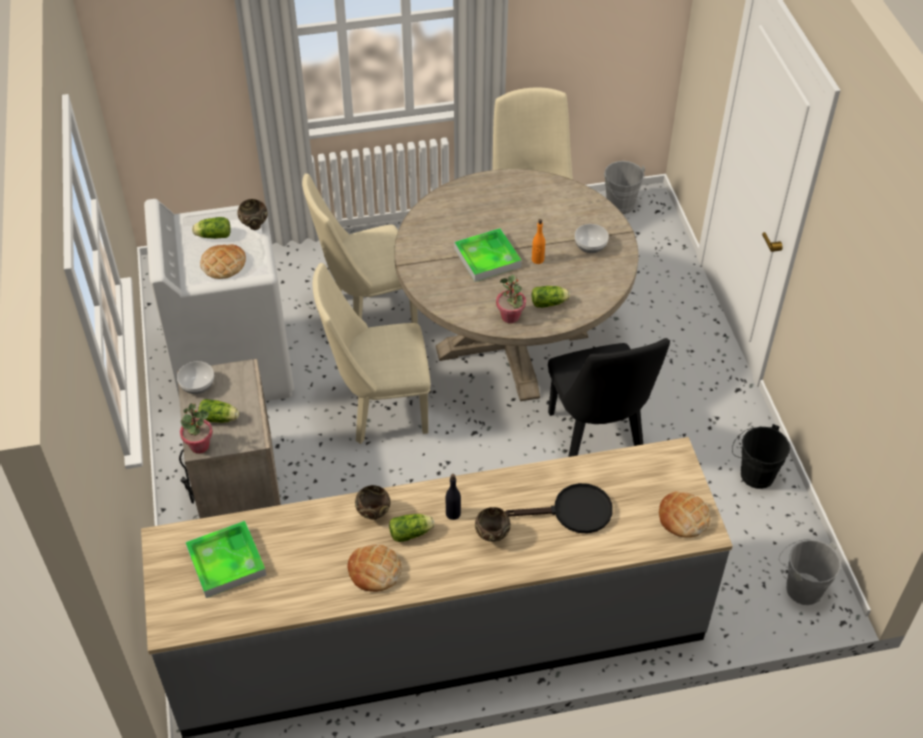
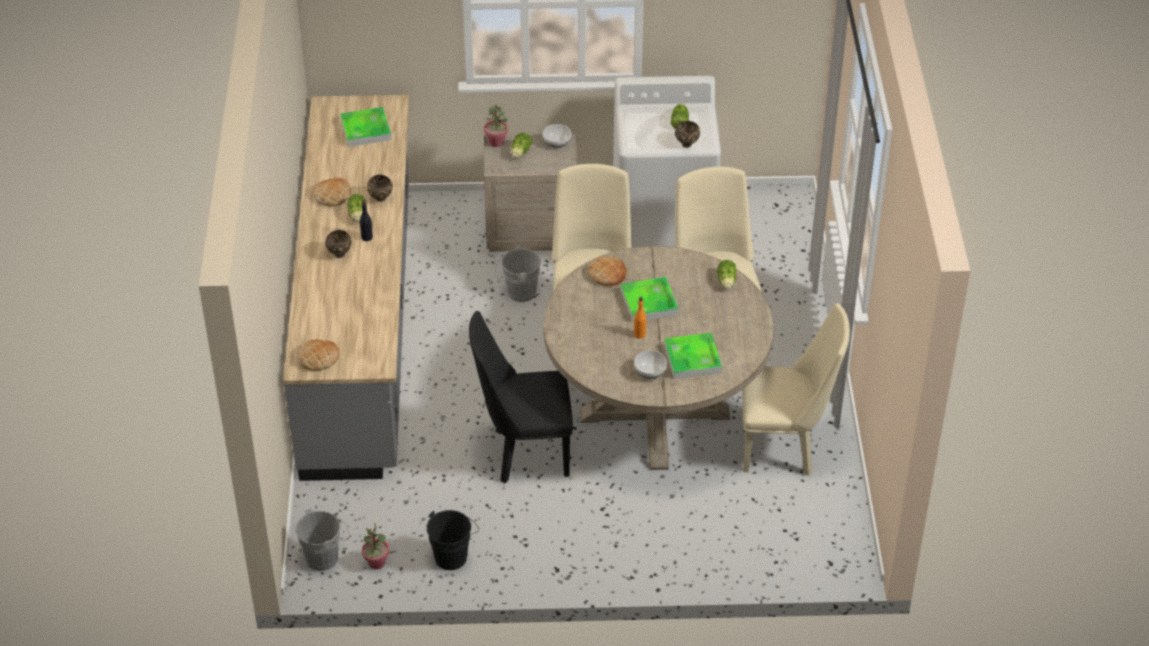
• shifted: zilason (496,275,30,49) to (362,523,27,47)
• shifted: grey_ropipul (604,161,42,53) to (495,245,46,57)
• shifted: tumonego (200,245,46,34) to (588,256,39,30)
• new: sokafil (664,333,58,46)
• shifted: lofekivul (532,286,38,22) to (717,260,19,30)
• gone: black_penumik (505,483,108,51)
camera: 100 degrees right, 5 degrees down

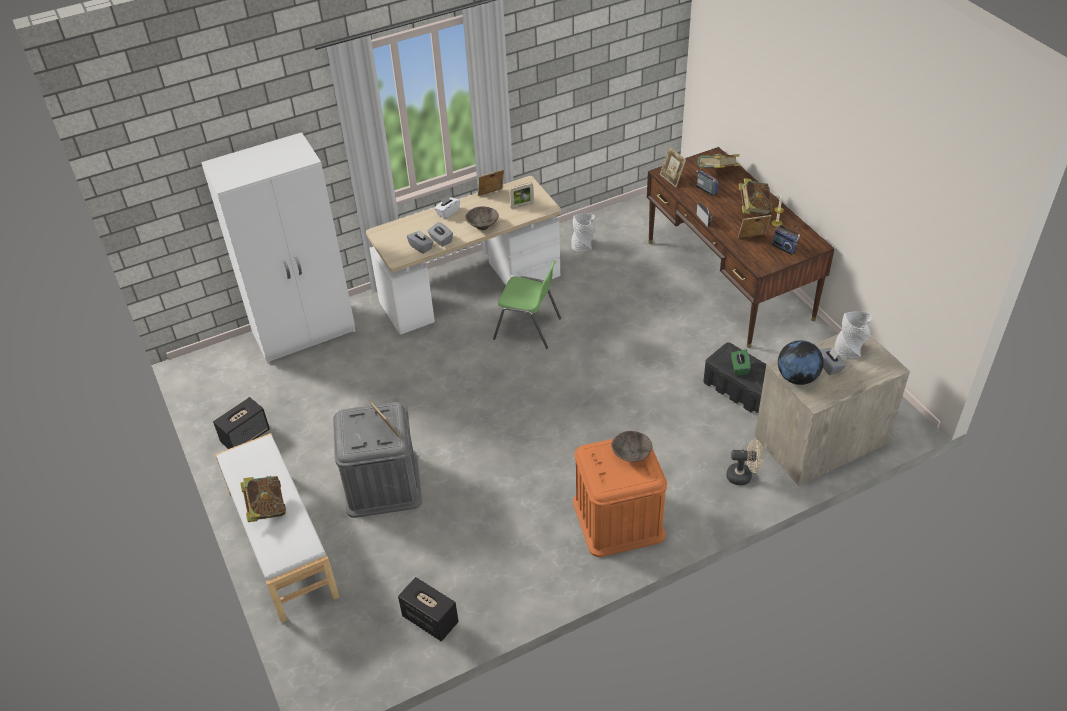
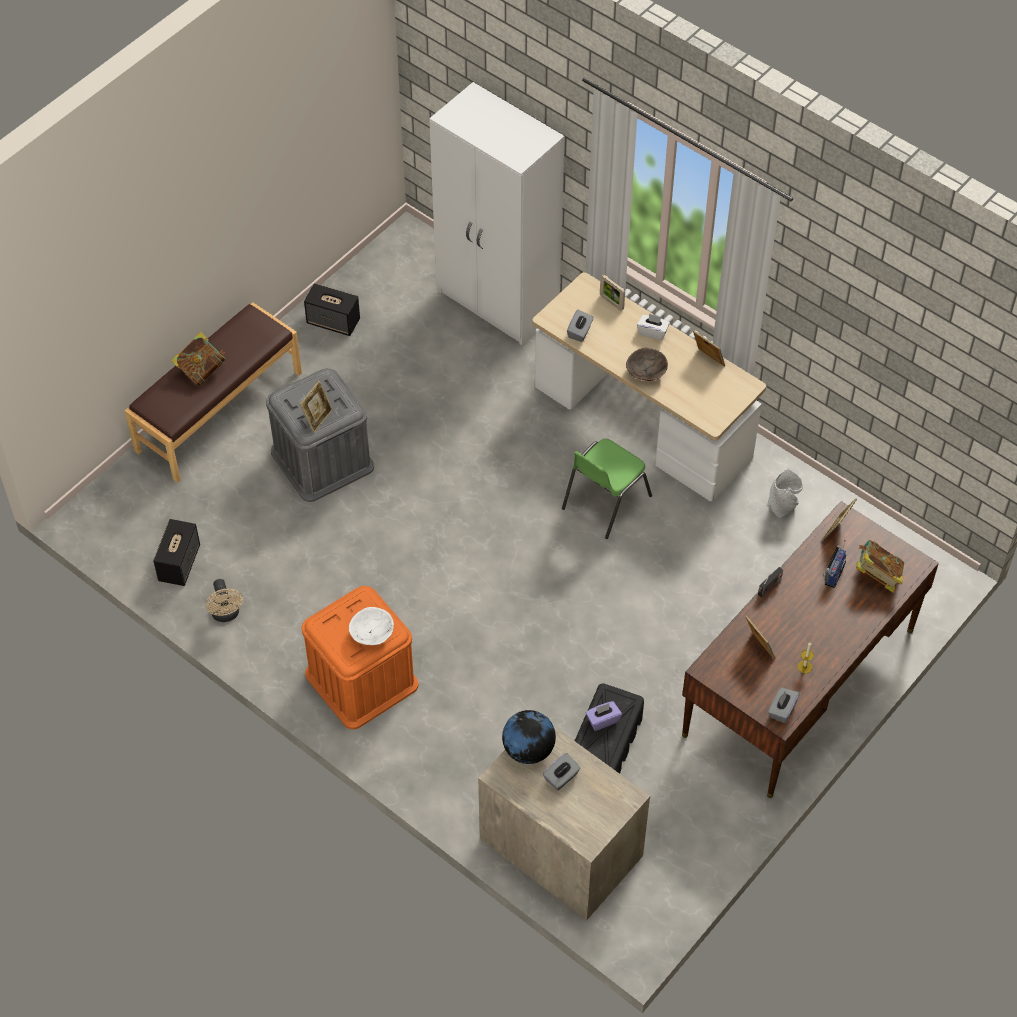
• repainted: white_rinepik (215,433,125,190) to brown_rinepik (125,302,177,181)
• shifted: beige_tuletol (726,439,37,46) to (205,579,38,43)
• repainted: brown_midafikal (611,431,41,31) to white_midafikal (349,607,45,38)
• rotated: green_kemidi (493,261,68,88) = (562,438,90,101) 45 degrees clockwise
• repainted: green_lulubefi (731,349,20,26) to purple_lulubefi (585,701,37,30)
• shifted: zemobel (509,183,25,26) to (600,274,25,37)
• shifted: grey_lulubefi (428,222,25,25) to (768,687,32,36)
• gone: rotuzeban (739,178,34,38)
• gone: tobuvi (771,224,29,31)
• gone: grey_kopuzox (834,311,38,47)
camera: 65 degrees right, 10 degrees up

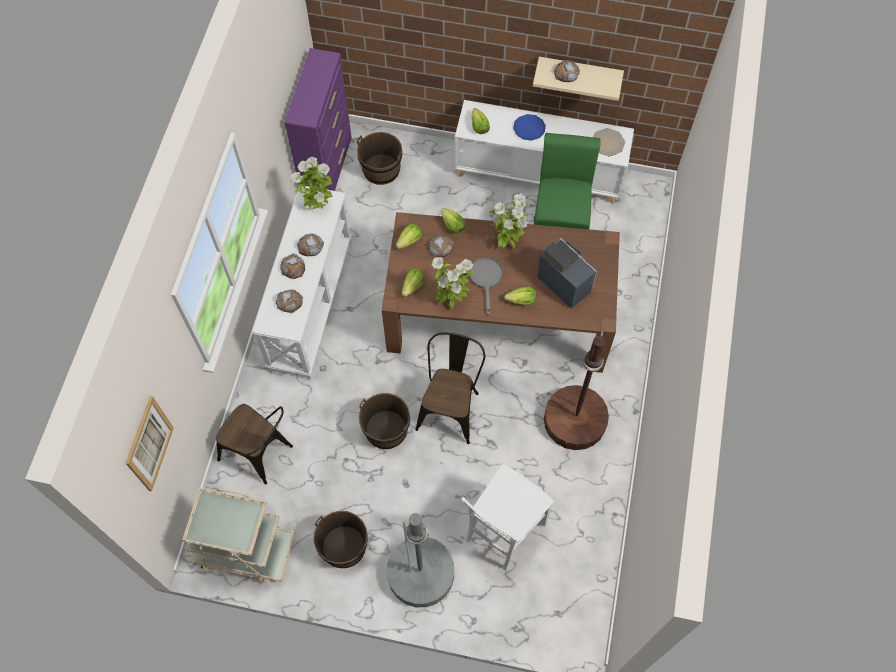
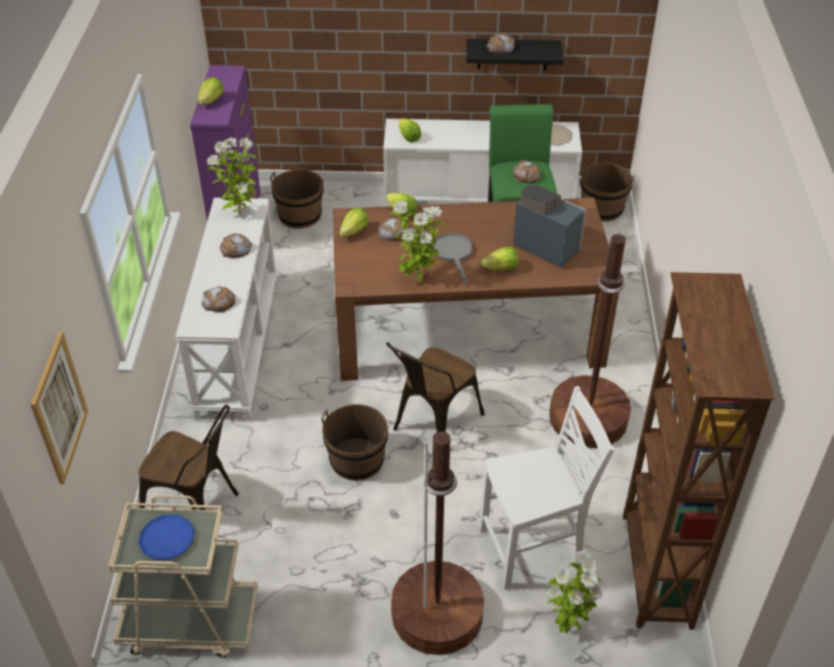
• shifted: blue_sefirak (513,114,33,27) to (138,515,57,45)
• shifted: lofekivul (401,268,24,29) to (198,77,26,28)
• rotated: brown_kemidi (415,333,70,111) = (386,342,99,90) 150 degrees counterclockwise
• repainted: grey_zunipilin (387,513,67,94) to brown_zunipilin (391,431,93,224)
• repainted: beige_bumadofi (533,57,91,44) to black_bumadofi (466,39,98,31)
• rotated: white_kemidi (461,464,93,106) = (479,386,135,203) 135 degrees counterclockwise
• shifted: tumonego (280,254,25,25) to (513,160,27,23)
• shifted: zilason (489,194,39,54) to (547,550,56,83)
• shifted: brown_ropipul (314,511,54,57) to (580,163,55,59)
• new: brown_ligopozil (623,272,152,358)
camera: 10 degrees left, 20 degrees down

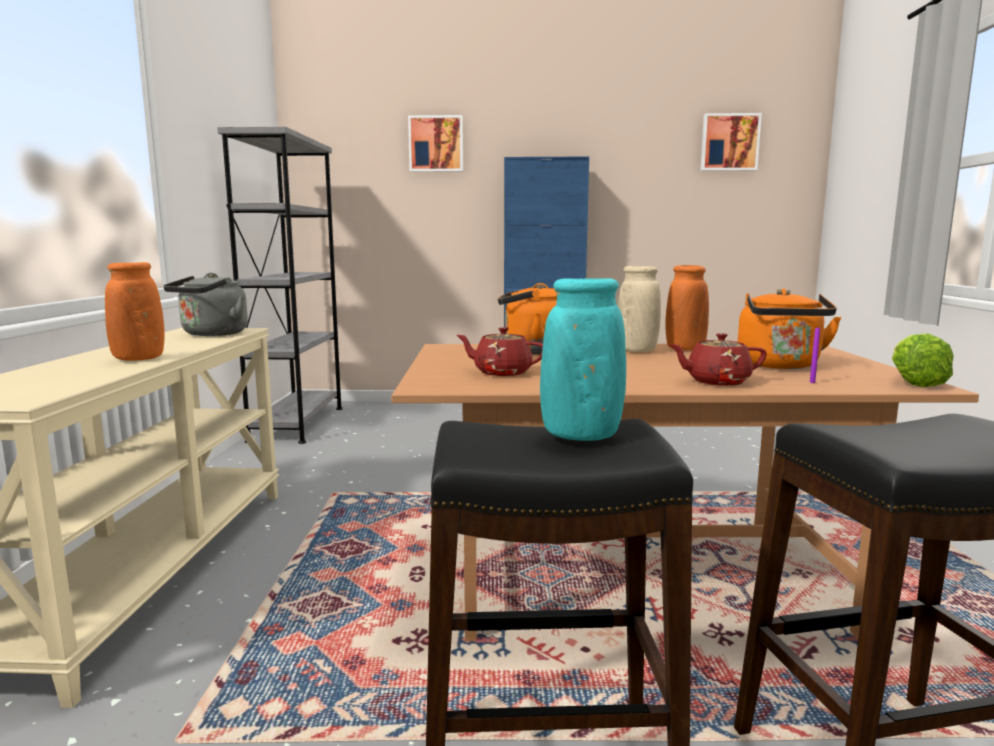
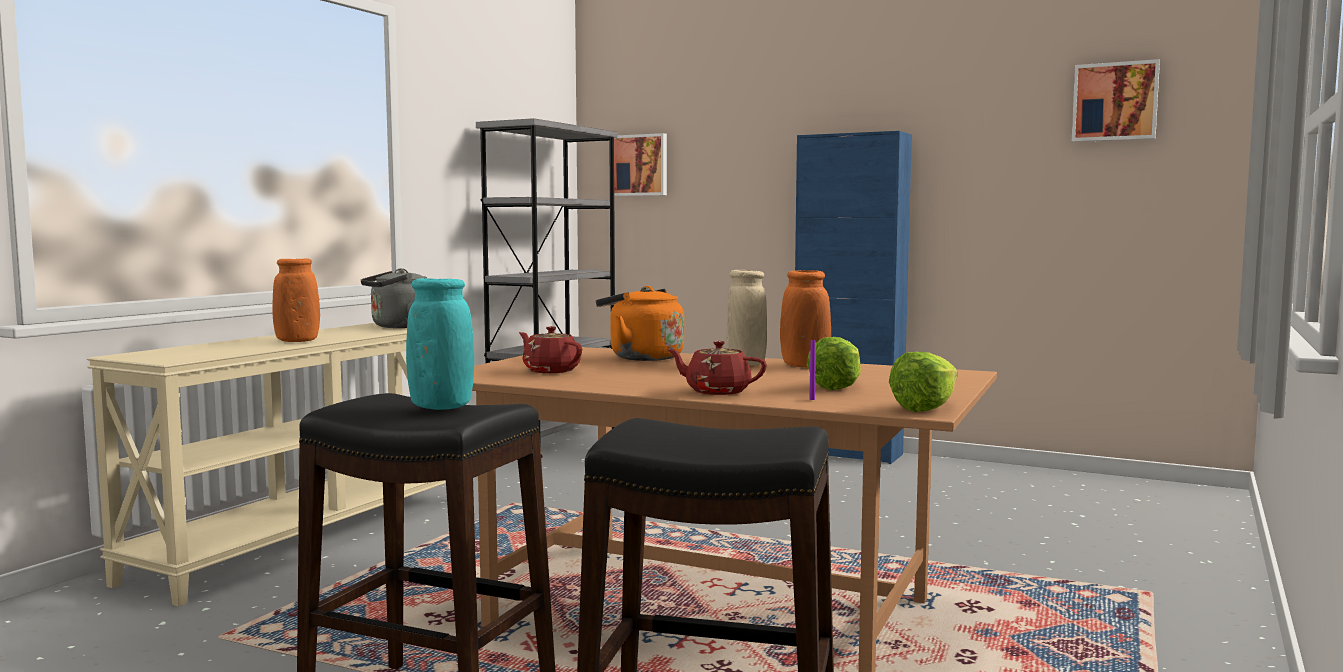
• shifted: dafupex (408,115,55,57) to (614,133,53,63)
• swapped: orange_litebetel (738,289,104,80) to lofekivul (806,337,55,53)
camera: 25 degrees right, 5 degrees down

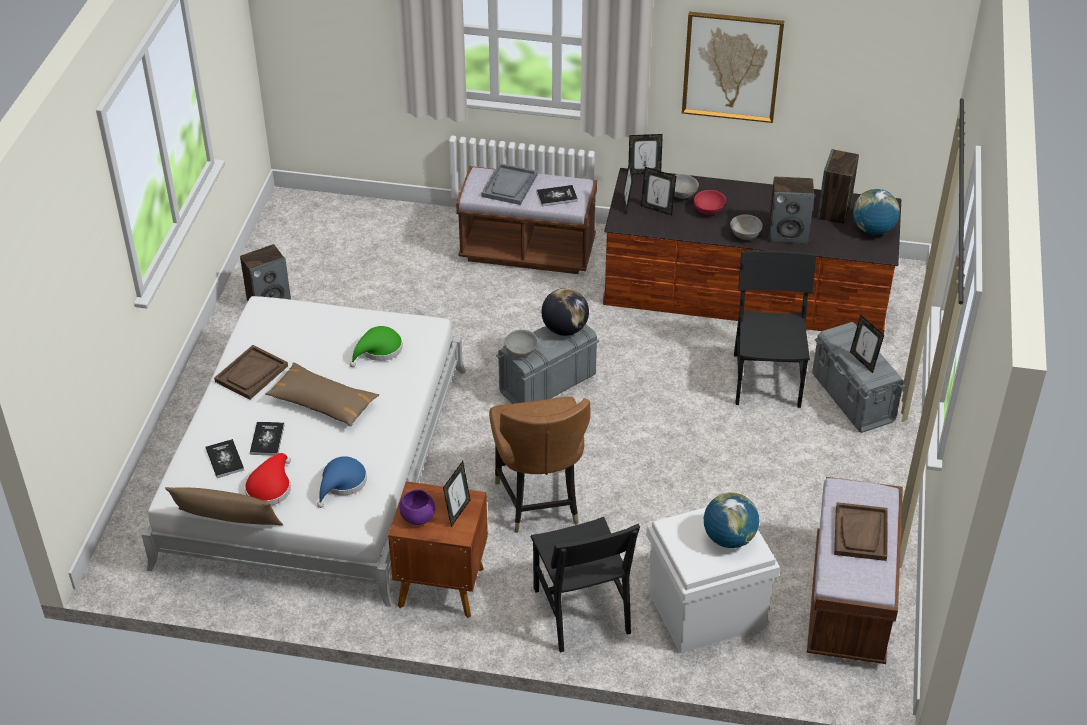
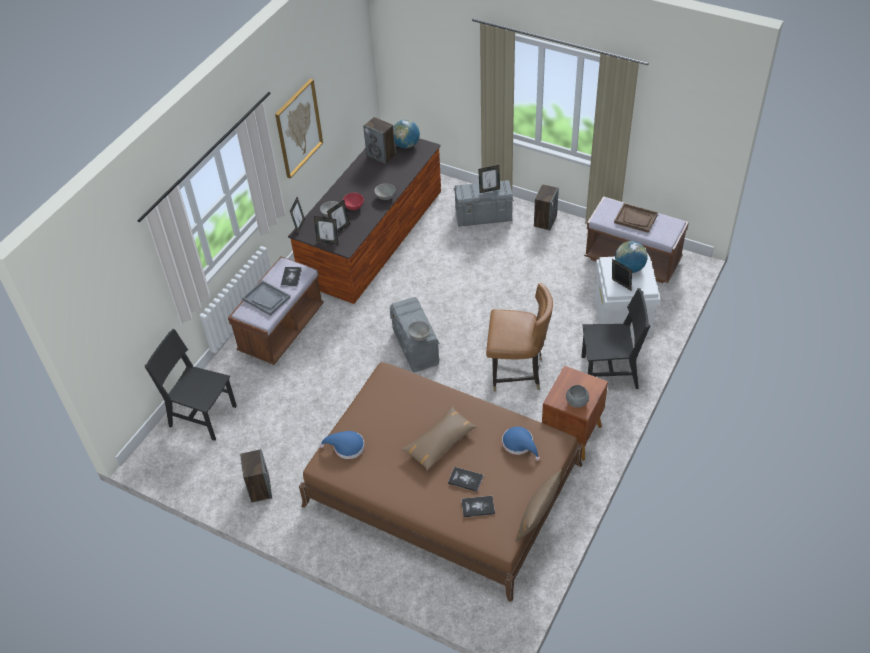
• shifted: black_kemidi (734,250,82,158) to (145,329,92,112)
• repainted: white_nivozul (142,296,324,311) to brown_nivozul (299,362,284,240)
• new: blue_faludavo (319,431,46,28)
• shifted: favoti (769,177,46,67) to (534,184,25,47)
• repainted: purple_midafikal (400,489,35,36) to grey_midafikal (566,385,23,23)
• shifted: zemobel (443,461,28,66) to (612,259,20,31)
• gone: brown_sokafil (214,345,74,55)
• gone: red_faludavo (245,453,46,53)
• gone: green_faludavo (350,326,53,41)
• gone: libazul (541,288,48,48)
camera: 70 degrees left, 5 degrees up

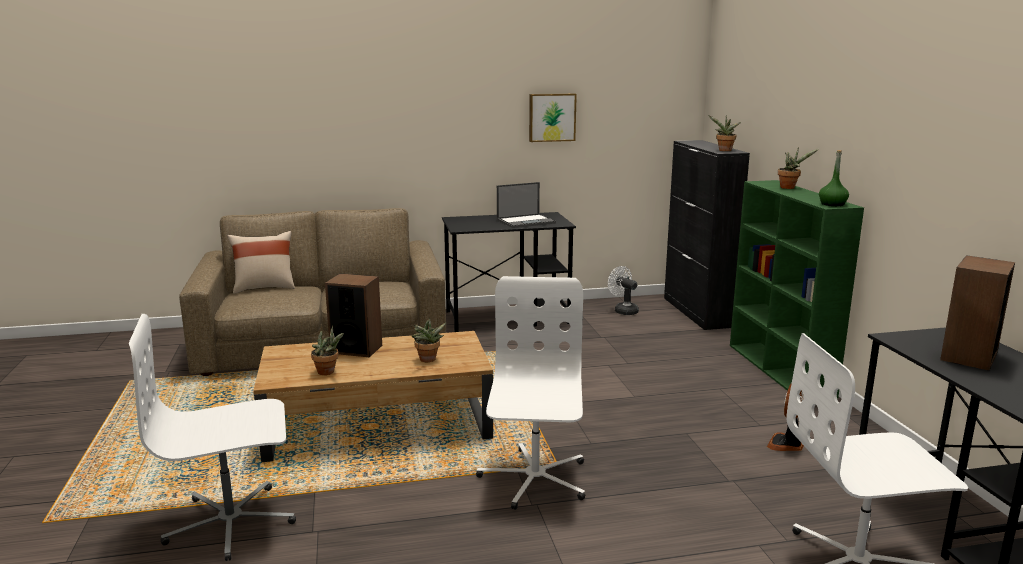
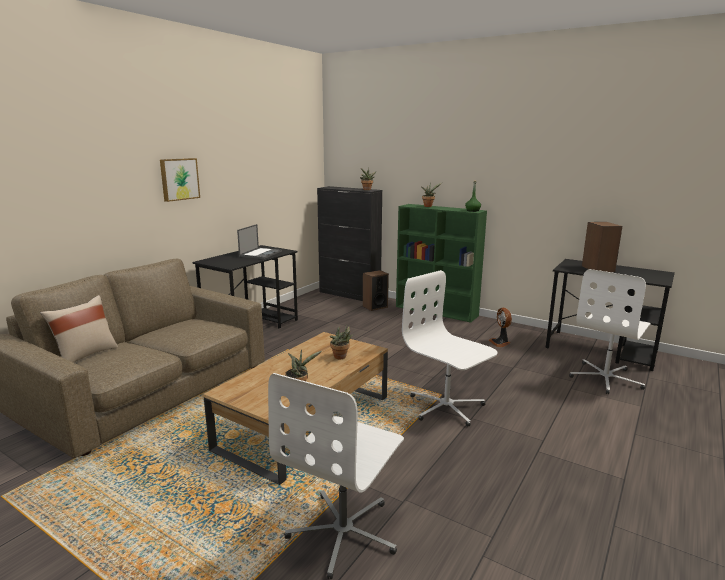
• shifted: dafupex (529,93,48,49) to (160,158,40,44)
• shifted: favoti (325,274,57,83) to (363,270,26,41)
• gone: white_tuletol (608,266,31,49)
camera: 45 degrees left, 0 degrees up

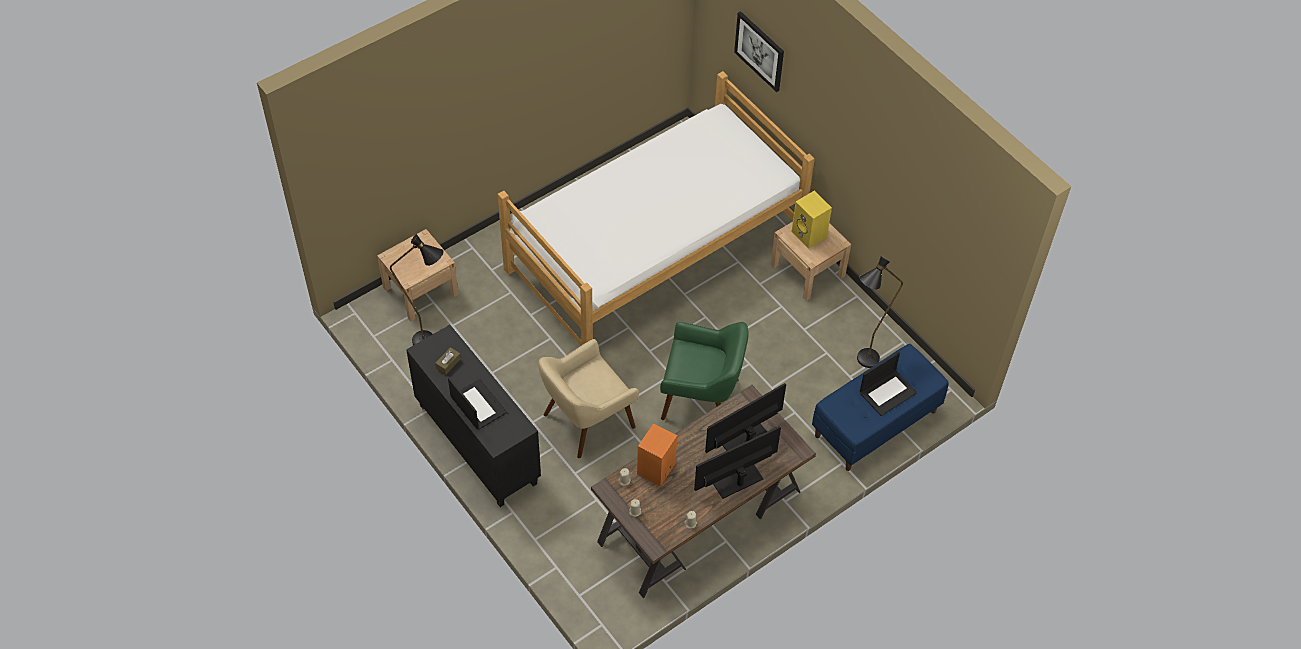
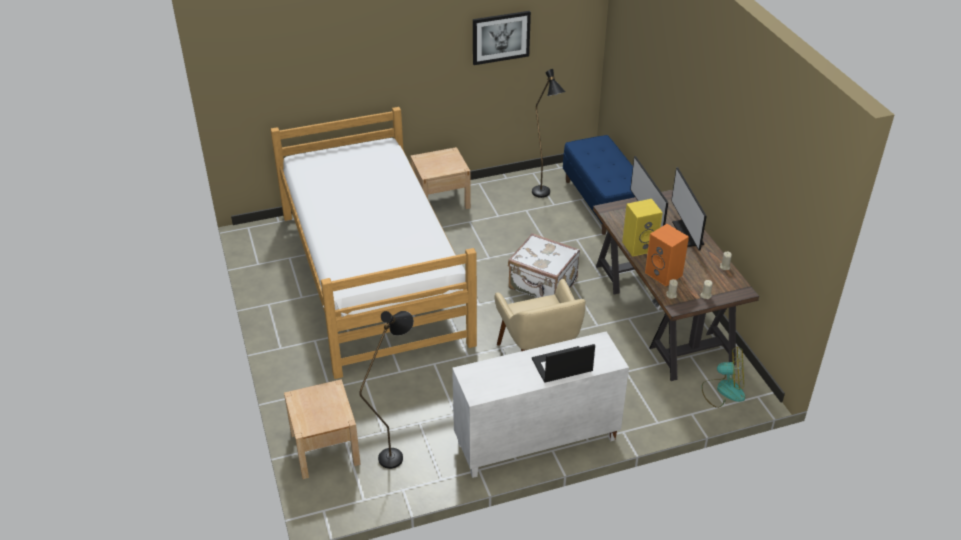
• repainted: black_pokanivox (406,325,135,182) to white_pokanivox (452,331,177,147)
• shifted: dafupex (734,11,50,81) to (473,11,58,54)
• swapped: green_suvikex (660,322,89,98) to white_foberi (508,233,72,65)
• shifted: yellow_favoti (791,191,41,58) to (622,199,41,58)
• new: tuletol (701,347,44,61)
• gone: brown_lulubefi (435,347,26,28)
• gone: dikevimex (860,352,57,64)
camera: 70 degrees left, 15 degrees down

